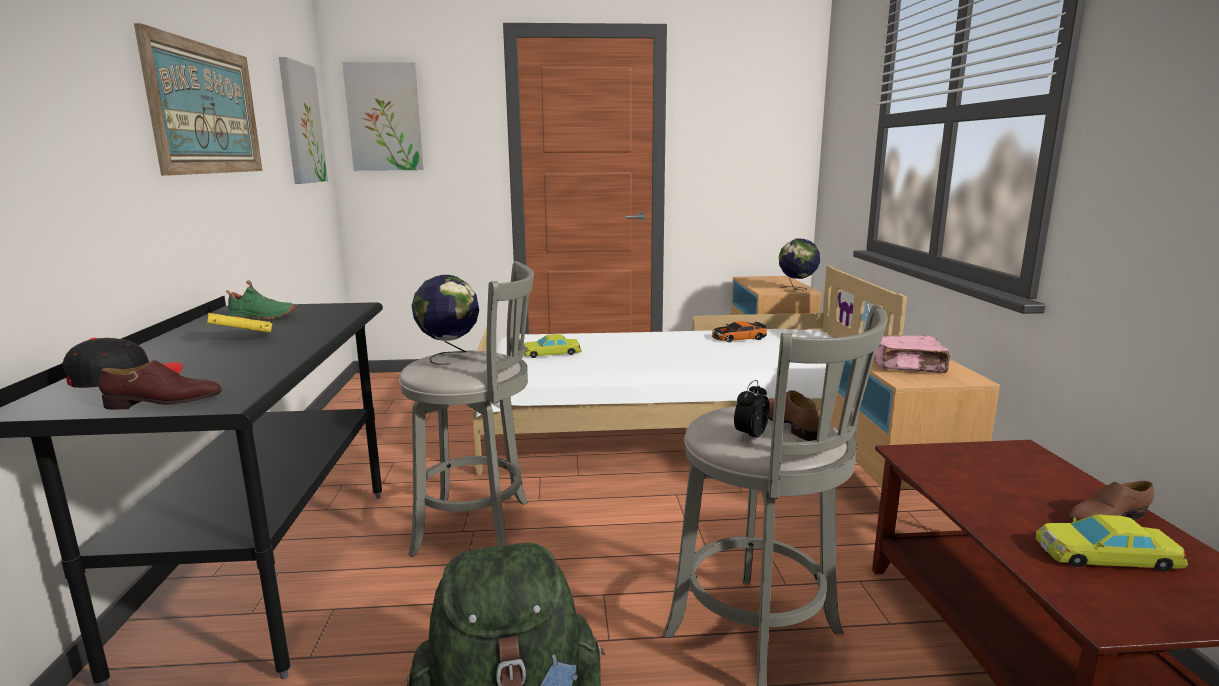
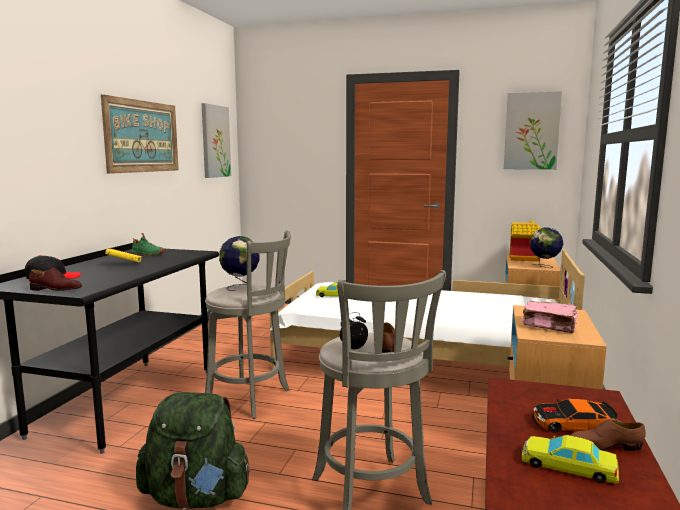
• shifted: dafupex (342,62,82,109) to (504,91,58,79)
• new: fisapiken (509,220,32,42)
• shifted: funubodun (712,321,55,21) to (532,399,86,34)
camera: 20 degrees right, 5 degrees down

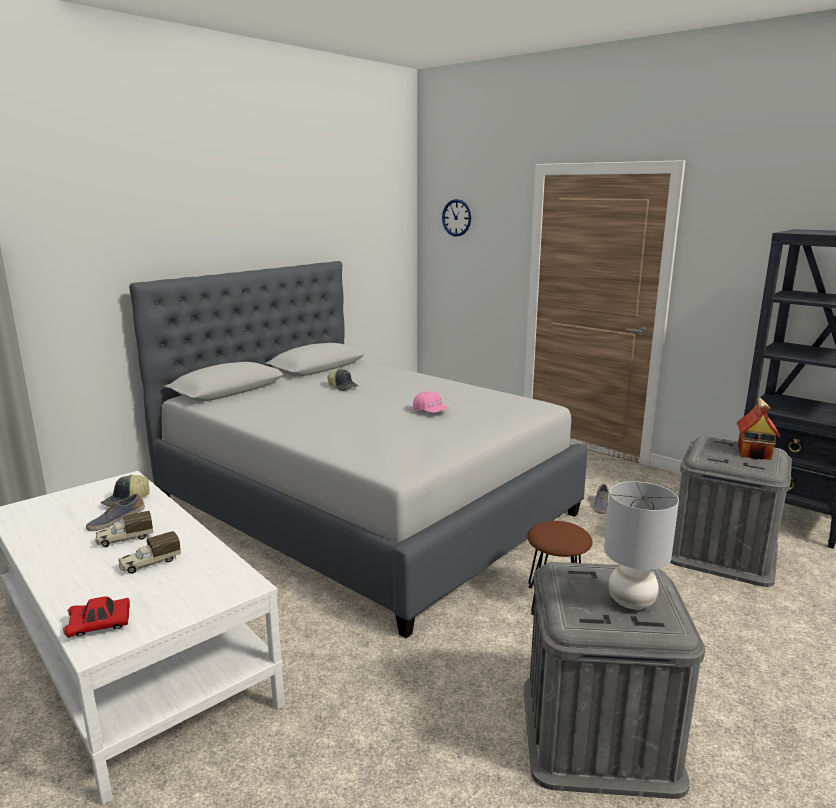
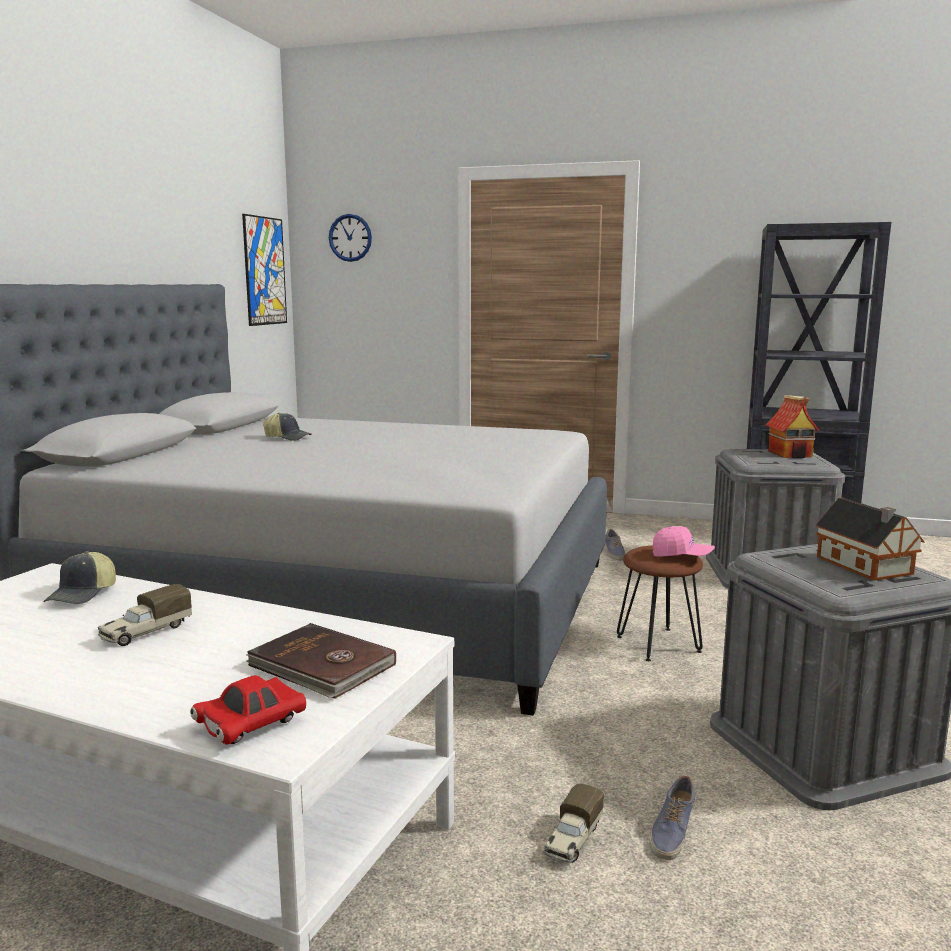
• new: dafupex (242,214,45,112)
• new: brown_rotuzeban (246,623,150,76)
• shifted: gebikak (118,531,63,43) to (543,784,61,79)
• shifted: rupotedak (86,493,59,38) to (649,776,47,84)
• shifted: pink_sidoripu (413,391,37,22) to (653,526,62,30)
• swapped: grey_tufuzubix (604,482,75,127) to fisapiken (815,497,109,84)
camera: 25 degrees left, 5 degrees down

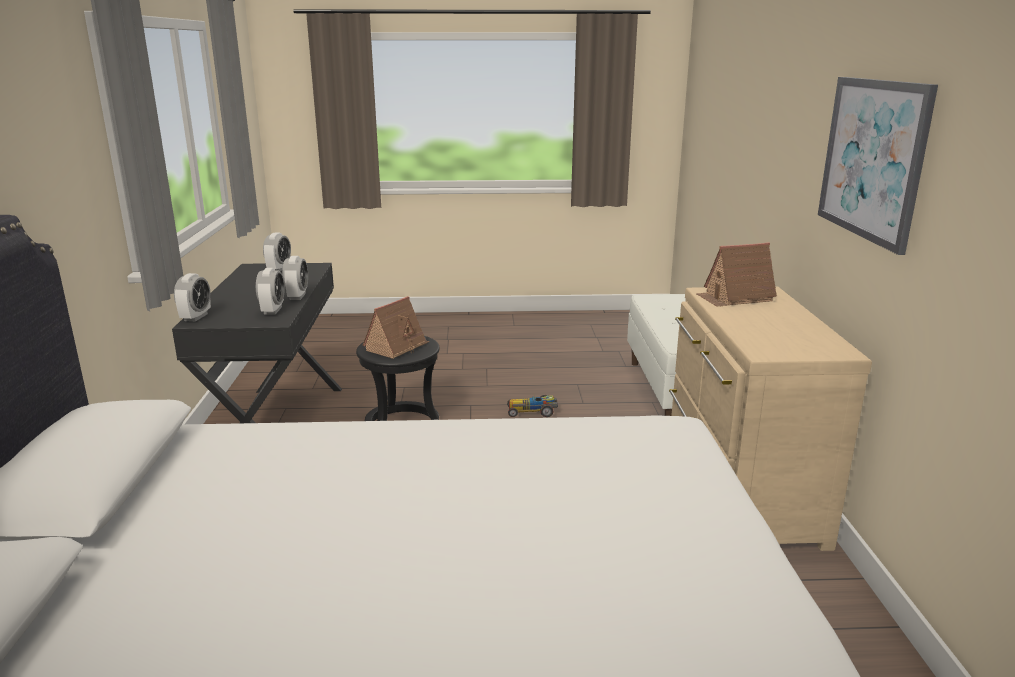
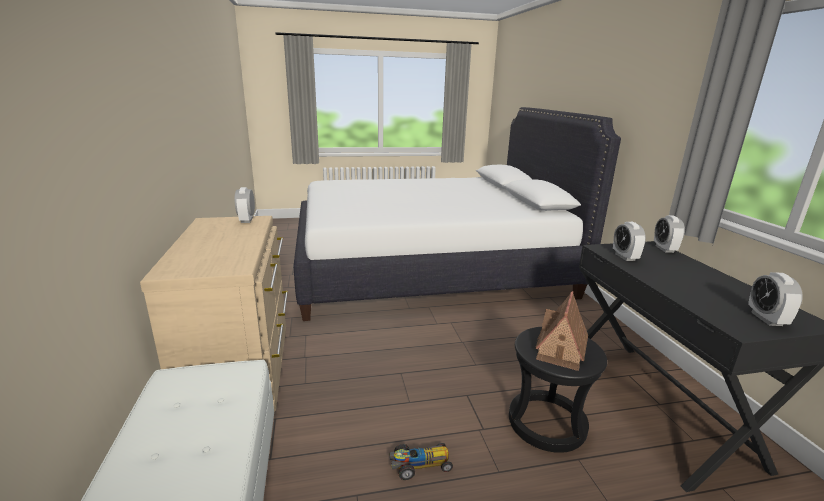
• shifted: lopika (282,256,26,44) to (235,187,20,36)
• gone: fisapiken (697,242,80,65)
• gone: dafupex (818,77,120,178)
camera: 170 degrees right, 0 degrees up

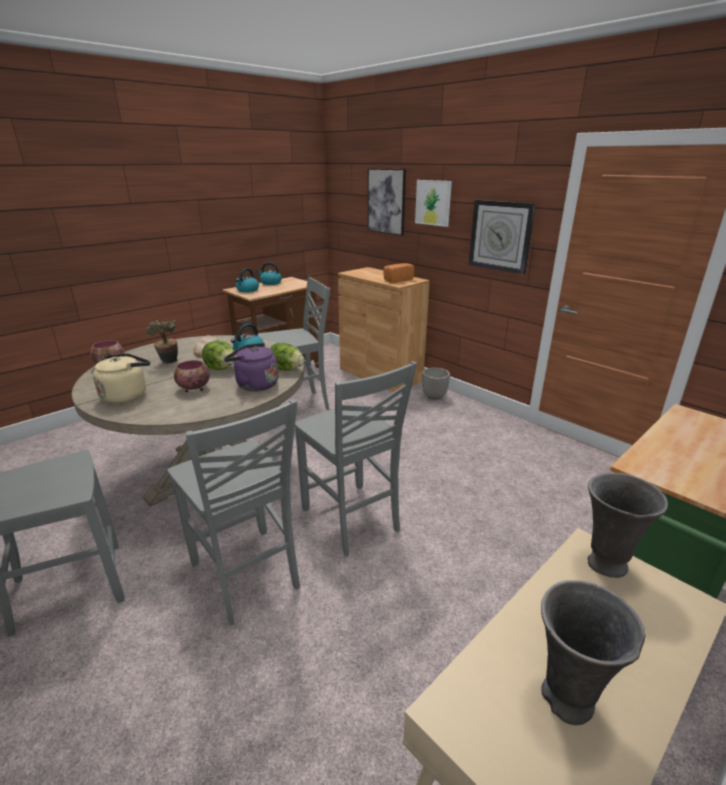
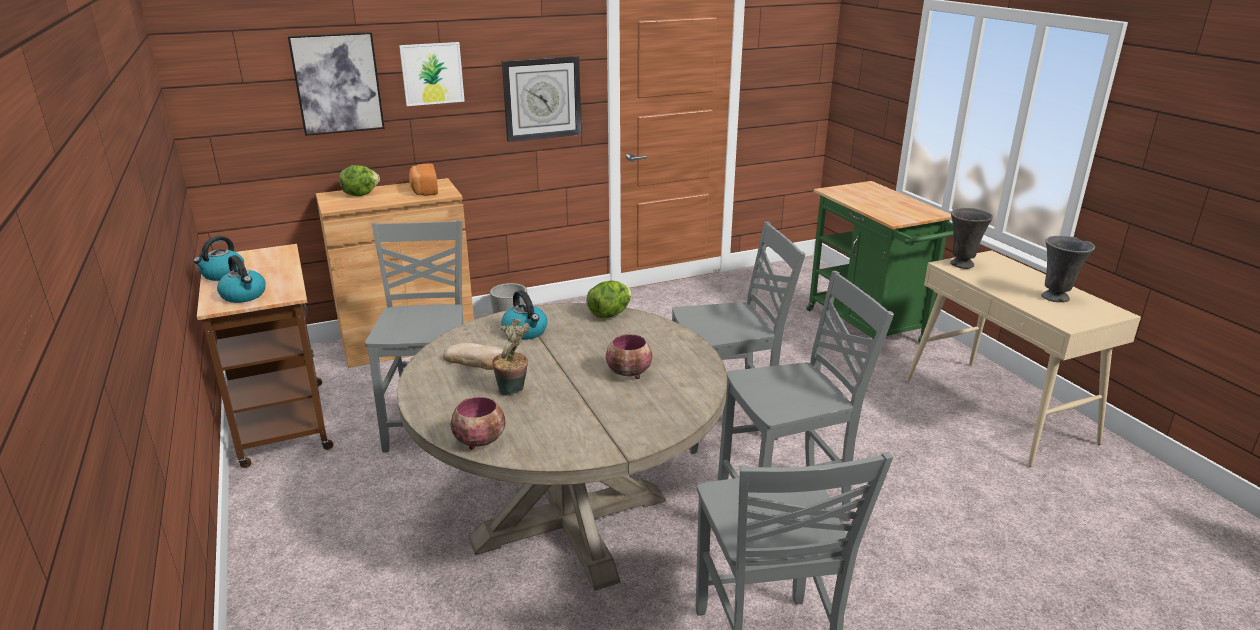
• shifted: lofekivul (202,340,33,30) to (339,165,41,31)
• gone: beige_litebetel (93,353,57,51)
• gone: purple_litebetel (224,343,54,48)
camera: 70 degrees left, 0 degrees up

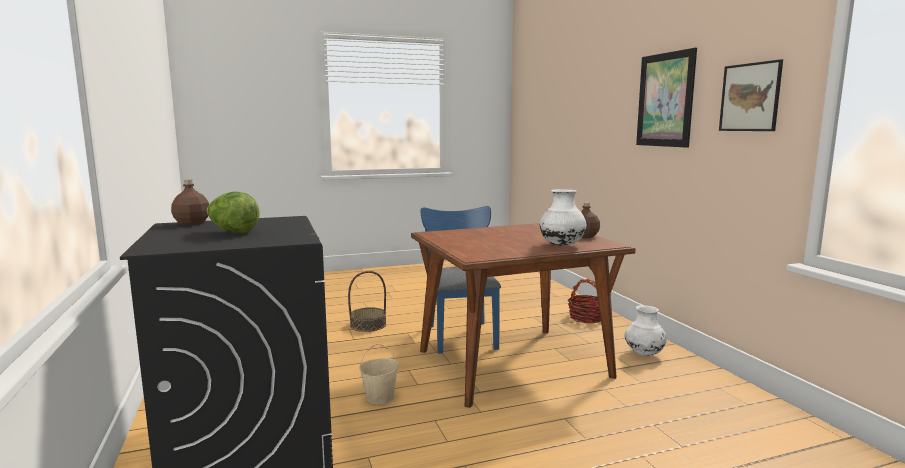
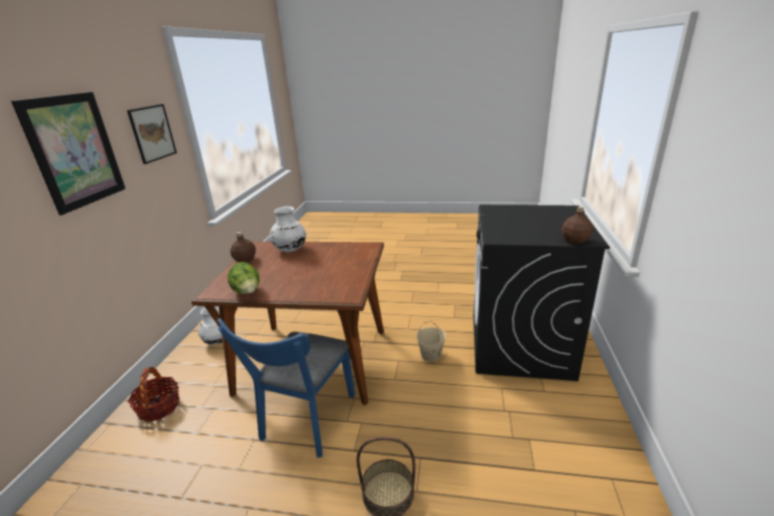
• shifted: lofekivul (207,191,53,42) to (227,262,32,32)
camera: 150 degrees left, 15 degrees up

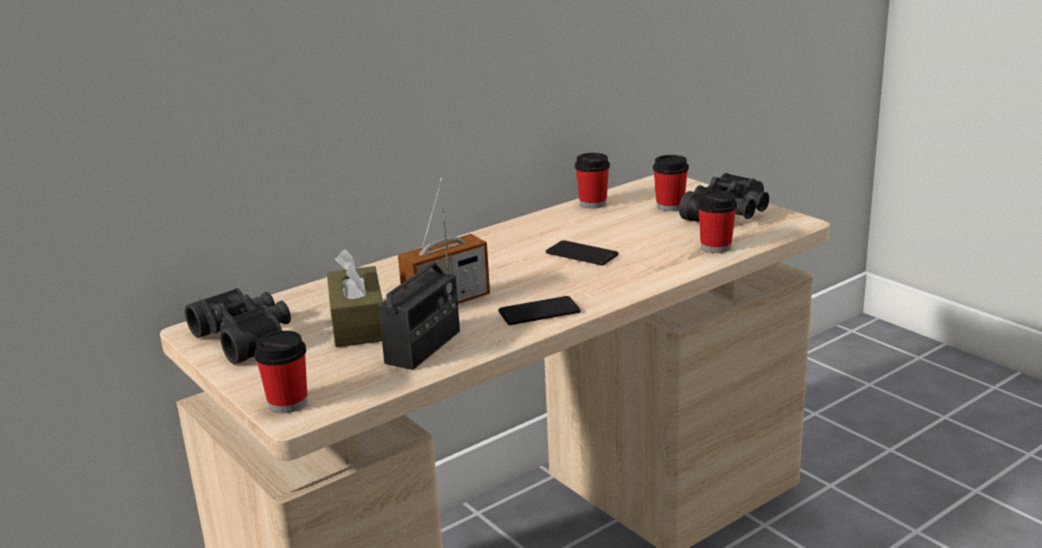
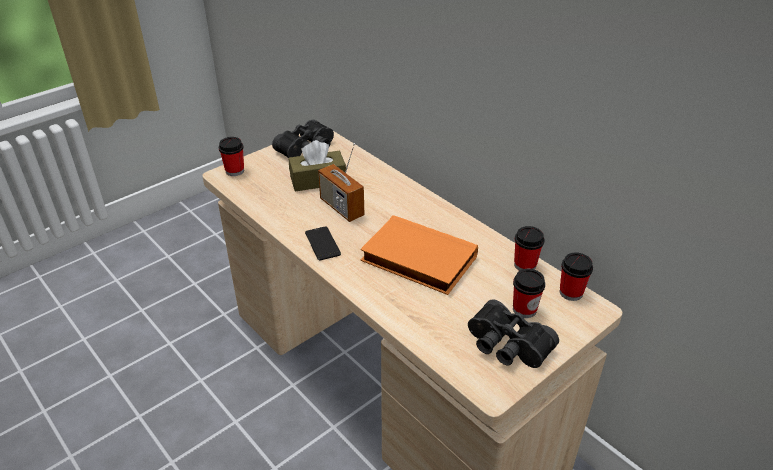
• swapped: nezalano (546,240,73,26) to orange_rotuzeban (360,215,118,80)
• shifted: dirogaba (697,190,40,63) to (560,252,33,49)
• gone: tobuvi (378,210,82,160)
camera: 85 degrees right, 15 degrees up

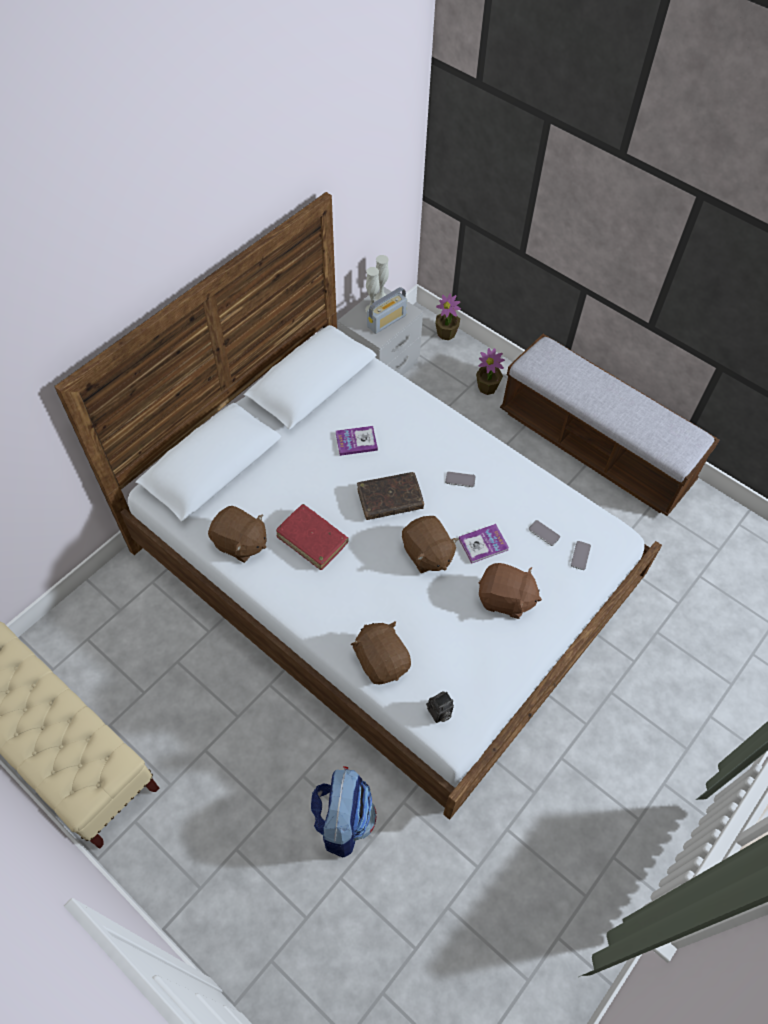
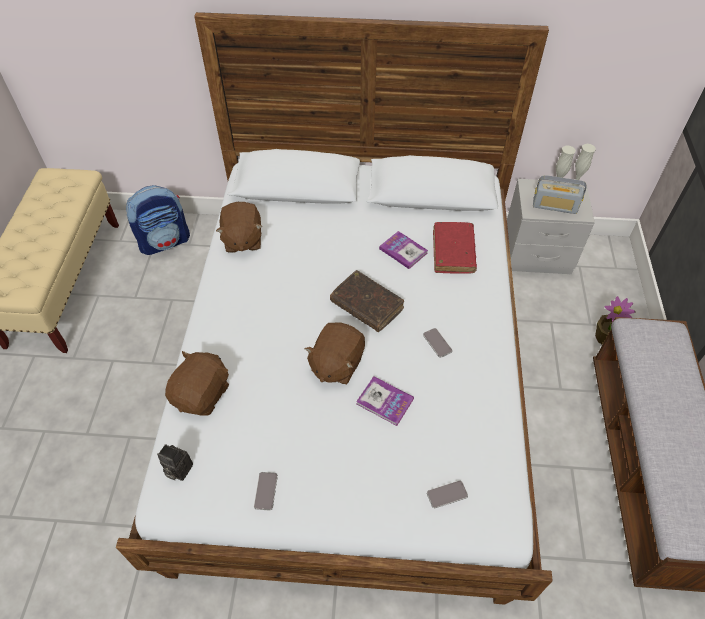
• shifted: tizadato (311,766,66,91) to (126,185,64,70)
• shifted: nezalano (529,520,31,26) to (254,472,24,39)
• shifted: red_rotuzeban (276,504,73,66) to (433,222,44,52)
• gone: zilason (435,293,26,47)
• gone: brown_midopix (479,563,63,56)
camera: 55 degrees right, 5 degrees down

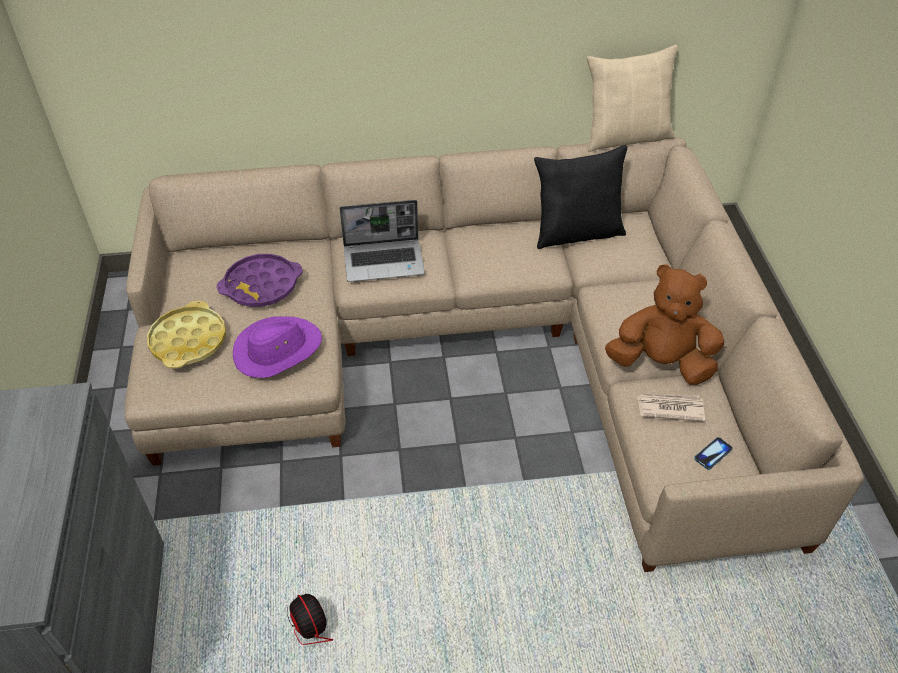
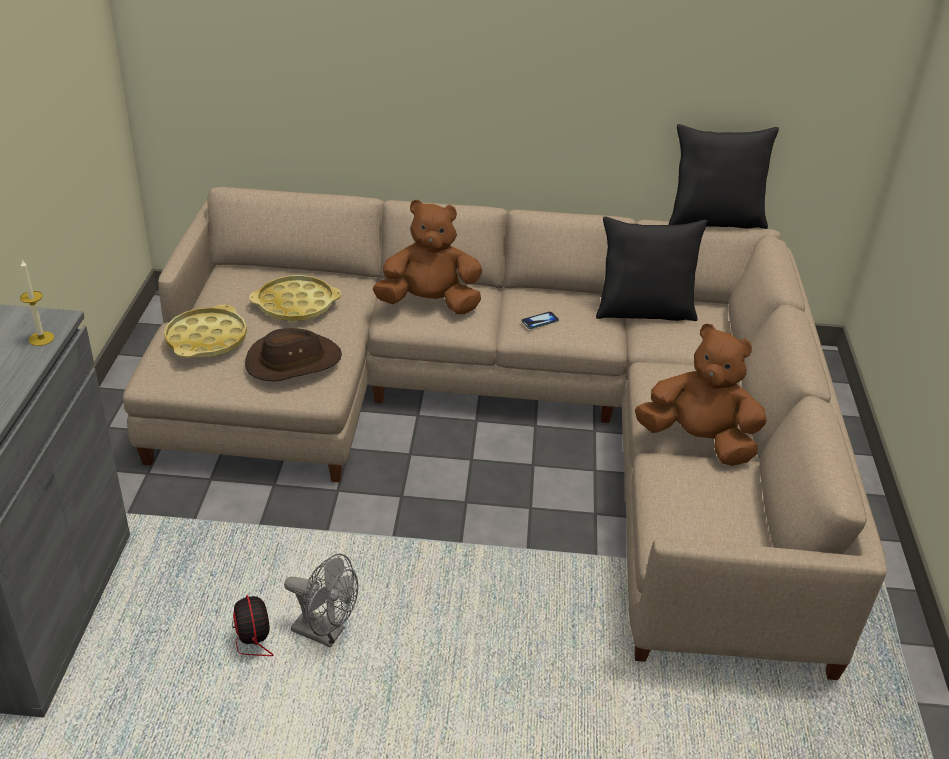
• new: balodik (20,260,34,86)
• repainted: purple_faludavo (233,316,89,62) to brown_faludavo (245,328,97,54)
• repainted: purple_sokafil (217,254,86,53) to yellow_sokafil (249,275,92,46)
• new: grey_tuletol (284,553,74,95)
• swapped: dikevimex (339,200,86,82) to brown_midopix (373,199,109,115)
• shifted: nezalano (694,437,39,33) to (521,311,38,18)
• repainted: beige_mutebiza (587,45,91,107) to black_mutebiza (669,124,110,105)
• gone: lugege (637,394,68,28)
camera: 10 degrees right, 10 degrees down

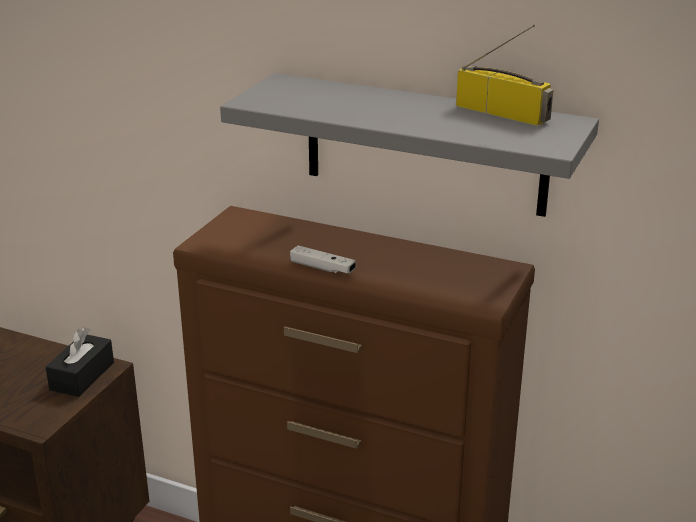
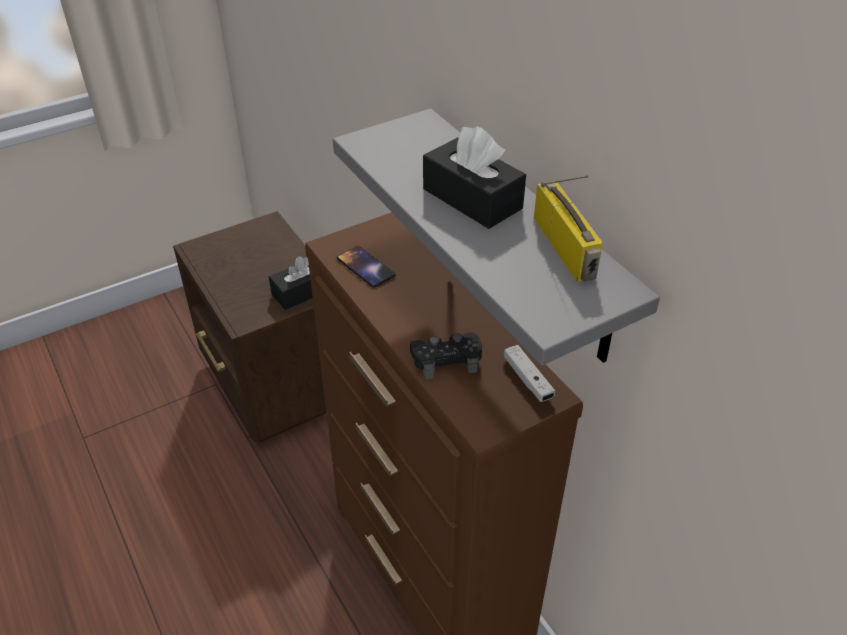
• new: nezalano (336,246,60,42)
• new: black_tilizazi (410,333,72,47)
• new: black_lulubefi (423,126,103,103)
• shifted: white_tilizazi (290,245,66,29) to (504,345,51,57)
camera: 35 degrees right, 15 degrees up

